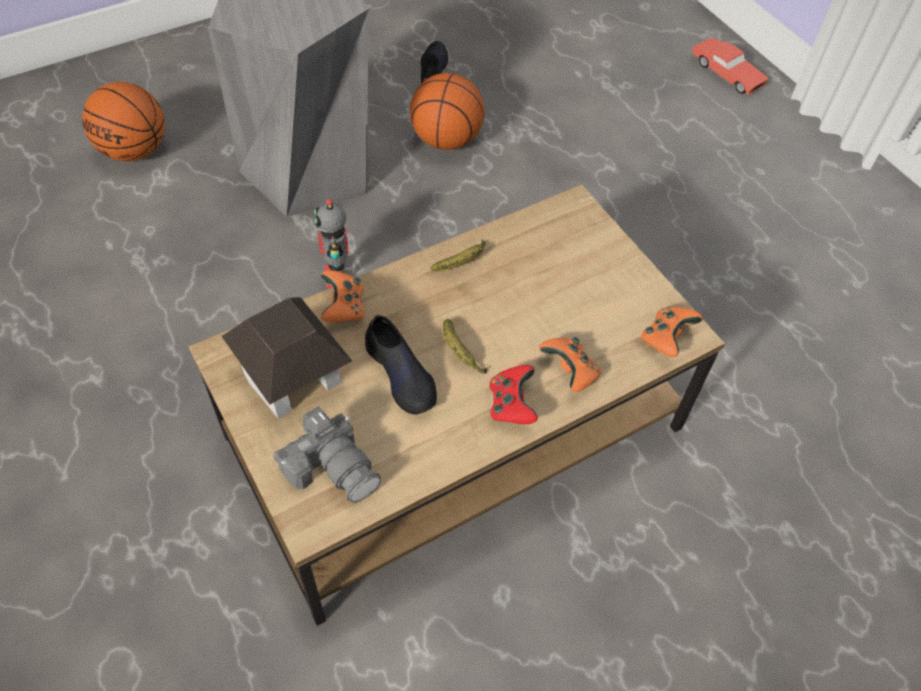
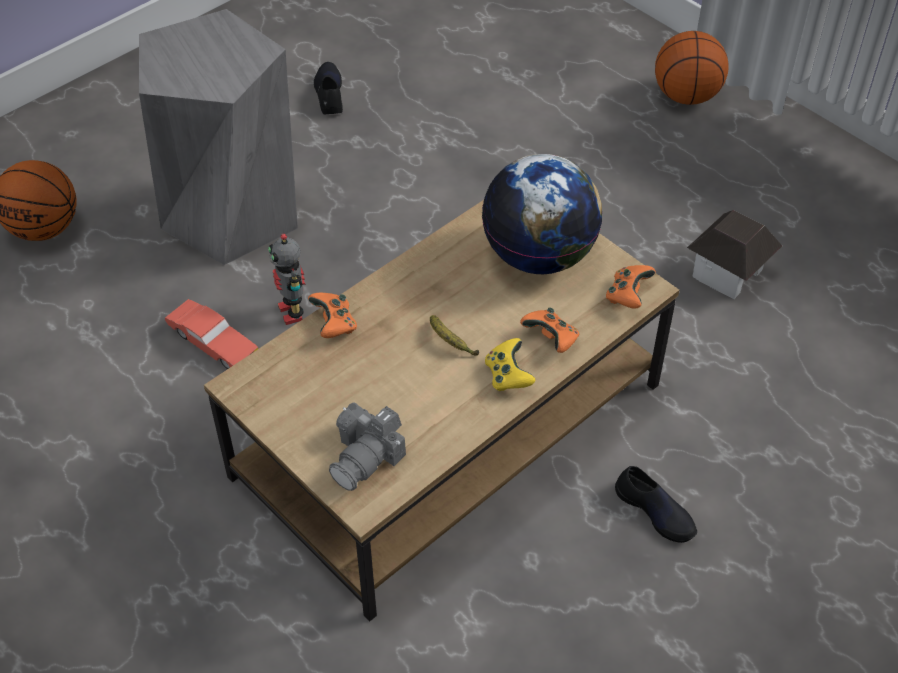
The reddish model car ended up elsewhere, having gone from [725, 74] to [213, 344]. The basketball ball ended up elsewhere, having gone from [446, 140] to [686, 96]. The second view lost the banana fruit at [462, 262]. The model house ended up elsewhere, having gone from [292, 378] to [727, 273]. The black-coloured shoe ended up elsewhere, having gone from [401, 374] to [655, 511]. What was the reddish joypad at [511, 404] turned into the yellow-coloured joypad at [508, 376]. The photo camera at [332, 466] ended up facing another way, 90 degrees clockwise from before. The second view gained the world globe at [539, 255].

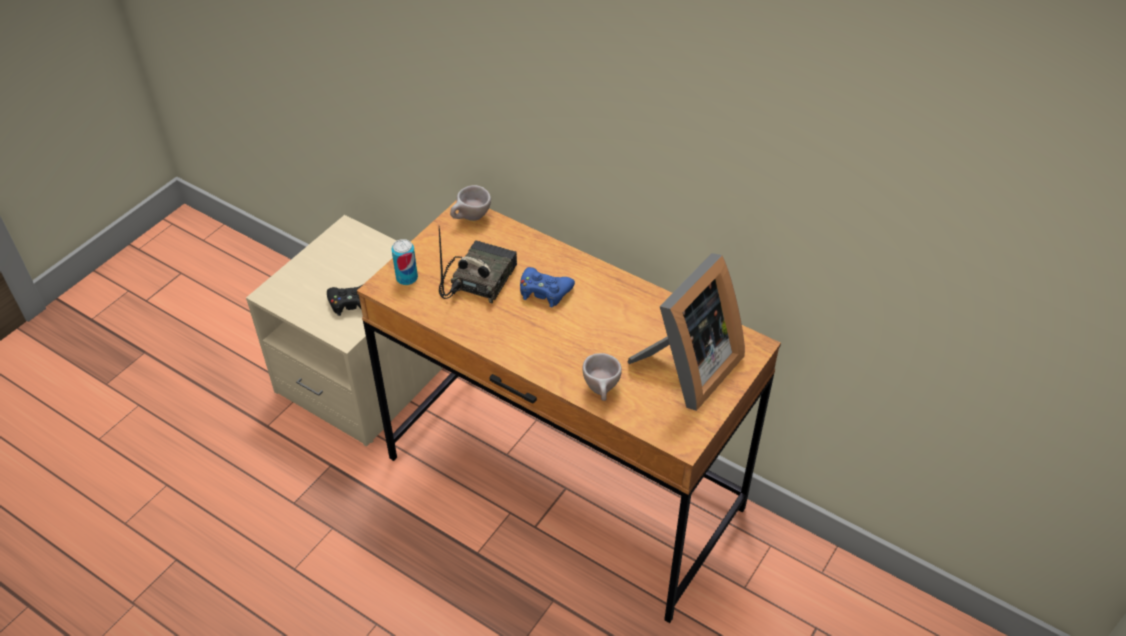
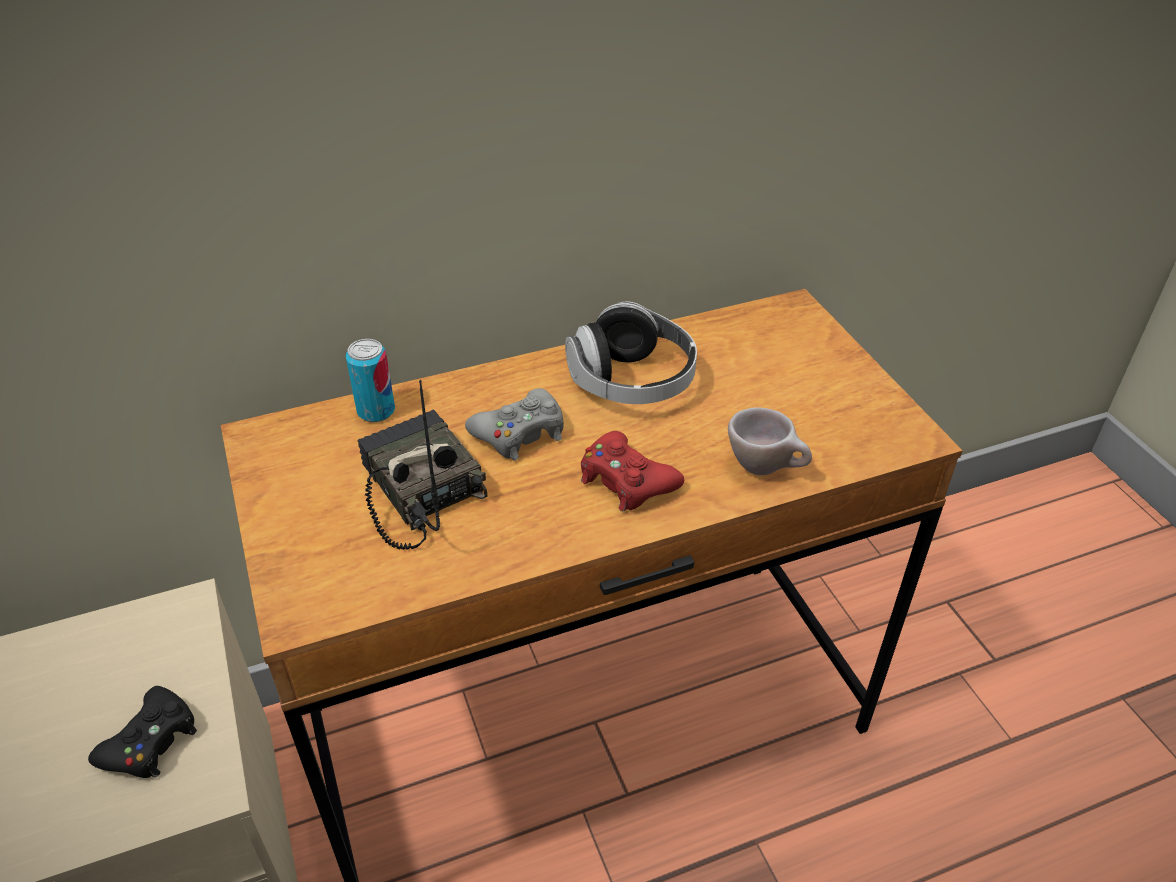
The second view lost the beige drinking cup at [470, 219]. The metal can ended up elsewhere, having gone from [407, 278] to [376, 411]. The second view lost the photo frame at [686, 370]. What was the blue joypad at [544, 291] turned into the greyish joypad at [520, 433]. The second view gained the headset at [632, 381]. The second view gained the reddish joypad at [626, 481].

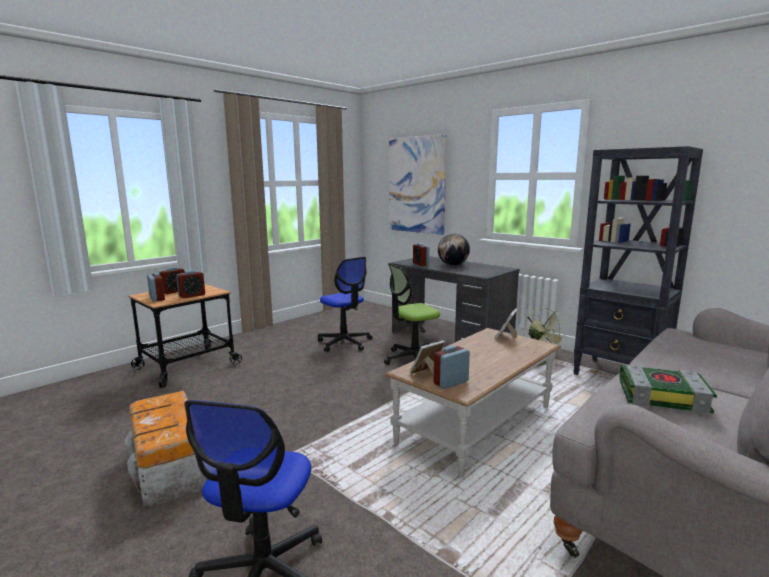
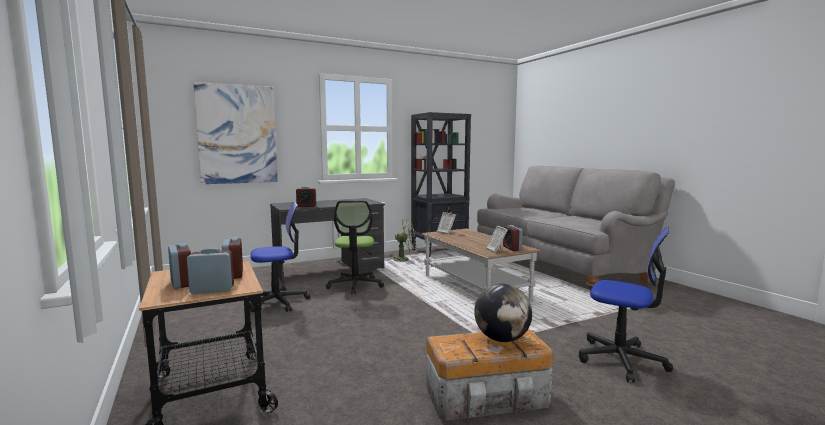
The world globe ended up elsewhere, having gone from [453, 265] to [502, 339]. The second view lost the bound book at [663, 396].

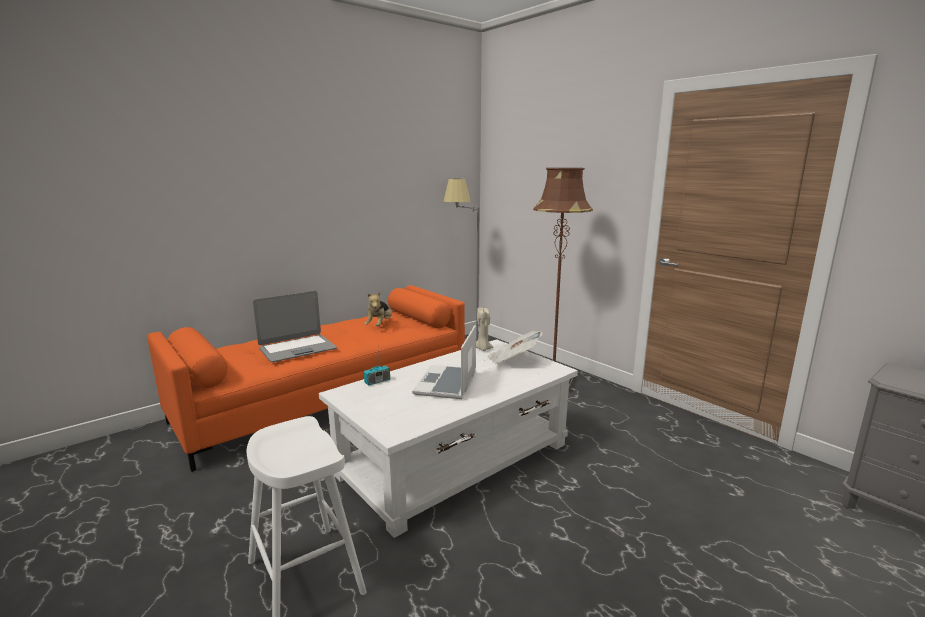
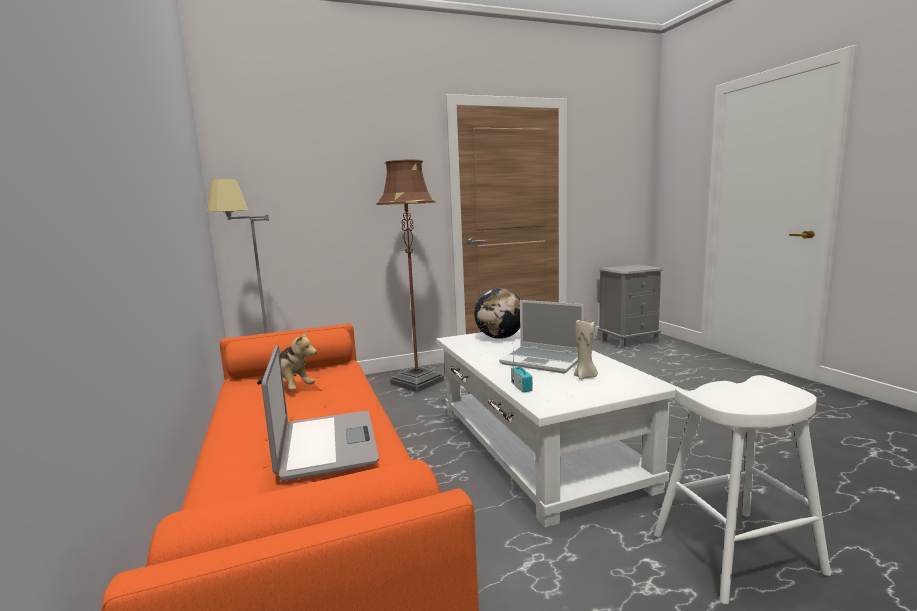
The beige wax candle ended up elsewhere, having gone from [483, 349] to [585, 377]. Where the newspaper stood at [513, 360], the world globe came to stand at [500, 337].

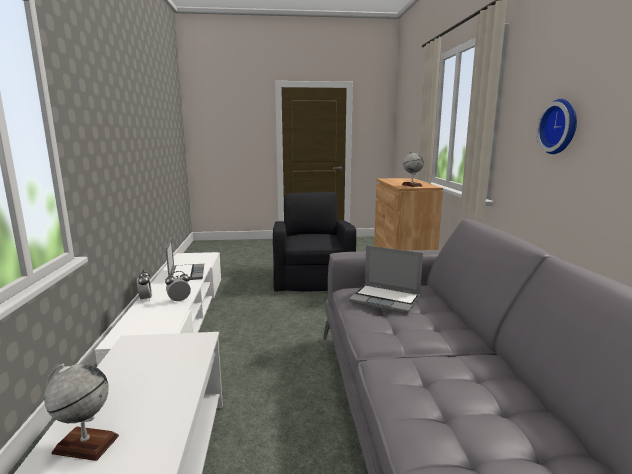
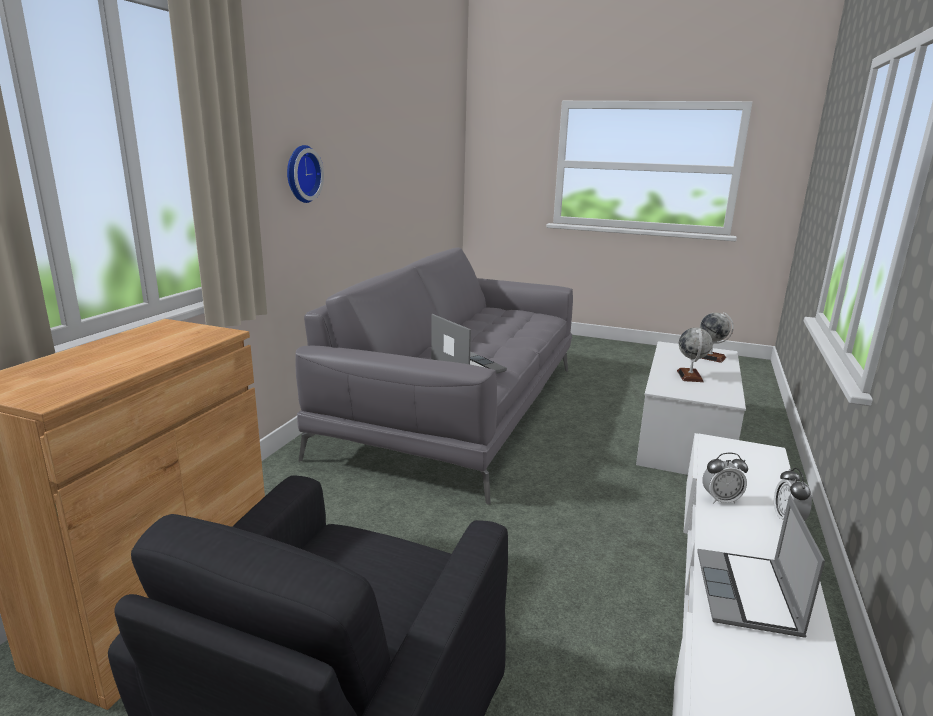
The world globe ended up elsewhere, having gone from [411, 185] to [690, 376].

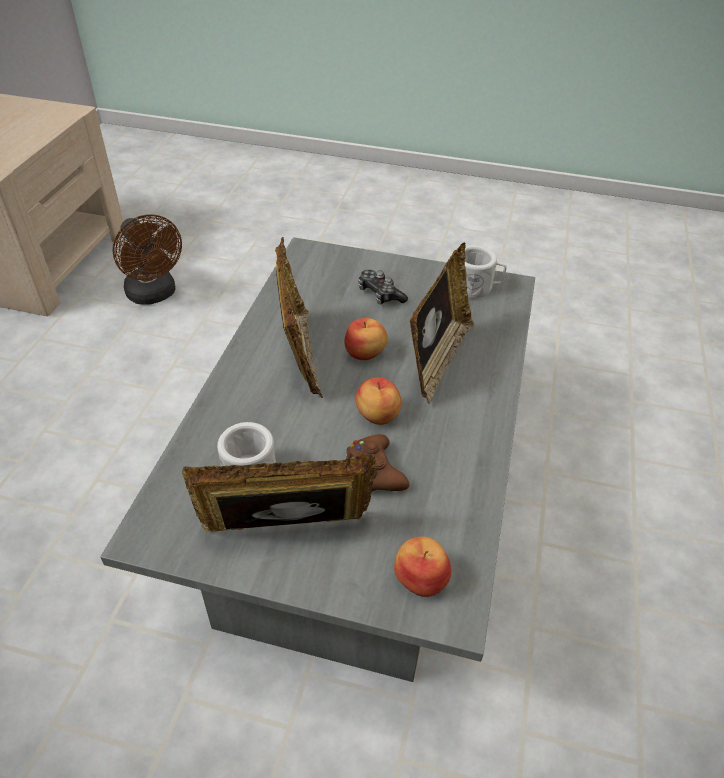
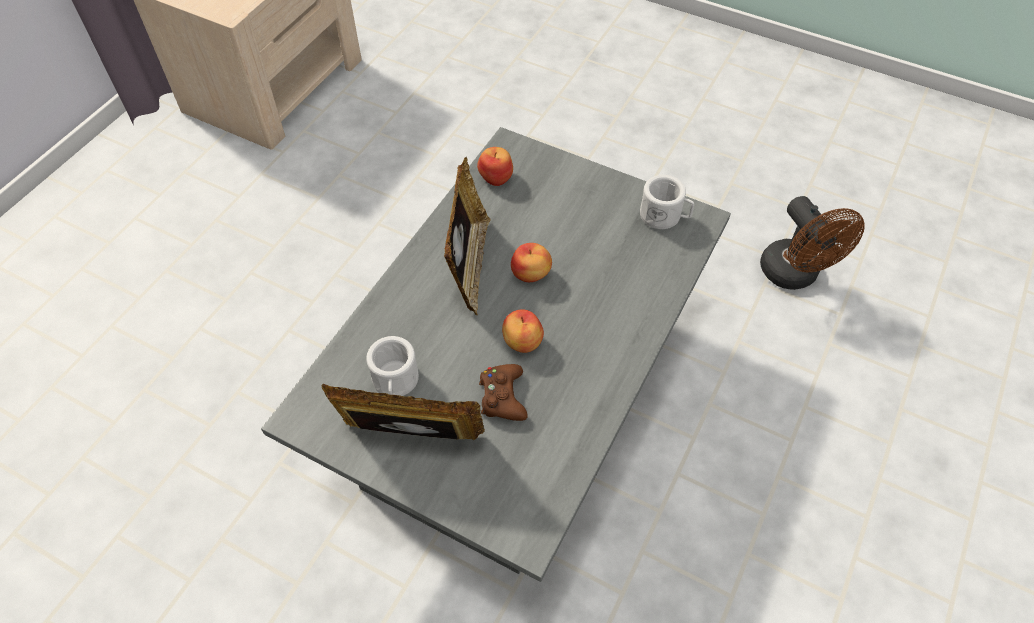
The brownish cooling fan ended up elsewhere, having gone from [154, 295] to [794, 275]. The second view lost the photo frame at [437, 360]. The second view lost the joypad at [380, 294]. The apple fruit ended up elsewhere, having gone from [421, 578] to [496, 177].

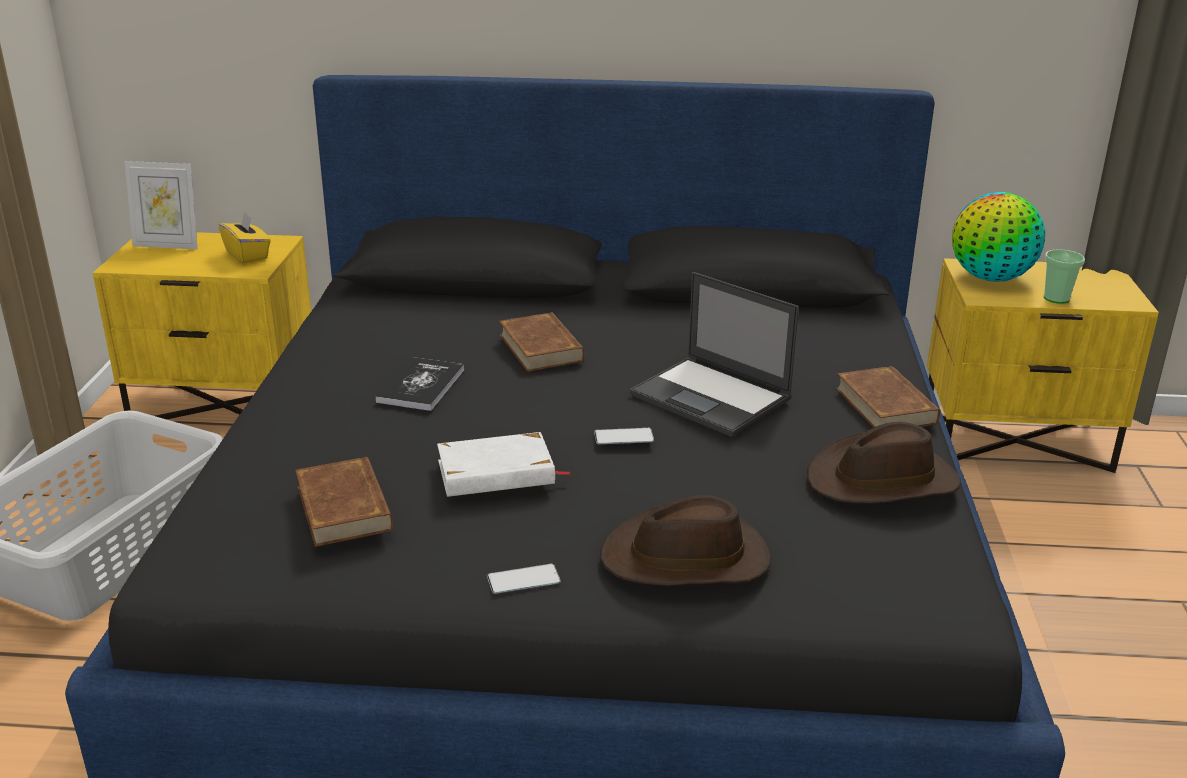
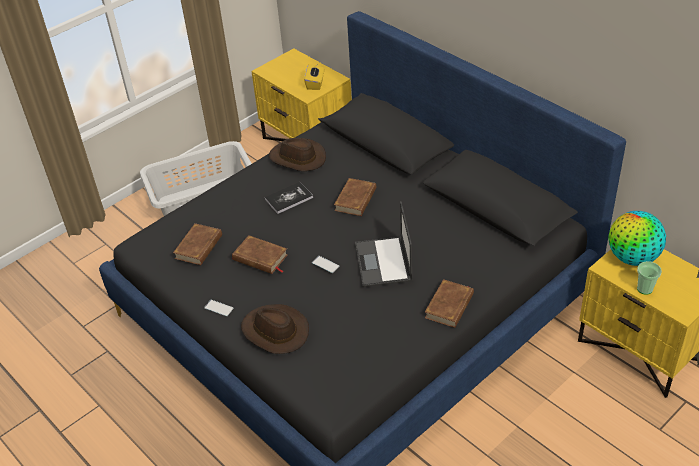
The second view lost the photo frame at [168, 245]. The brownish wearable hat ended up elsewhere, having gone from [883, 481] to [297, 158]. What was the white bound book at [496, 473] turned into the brownish bound book at [260, 258].

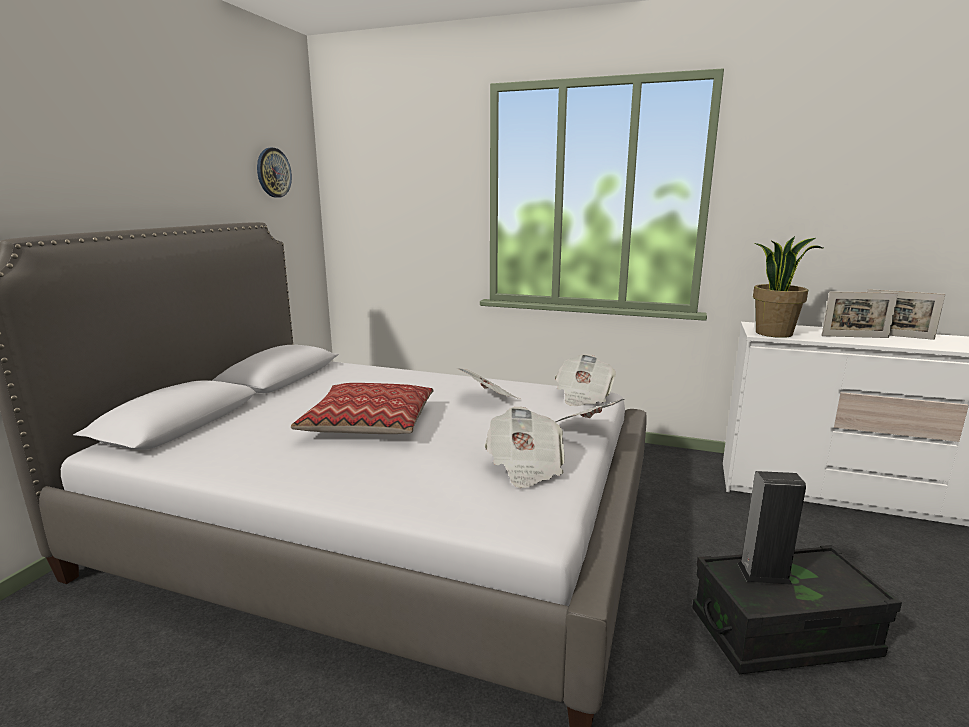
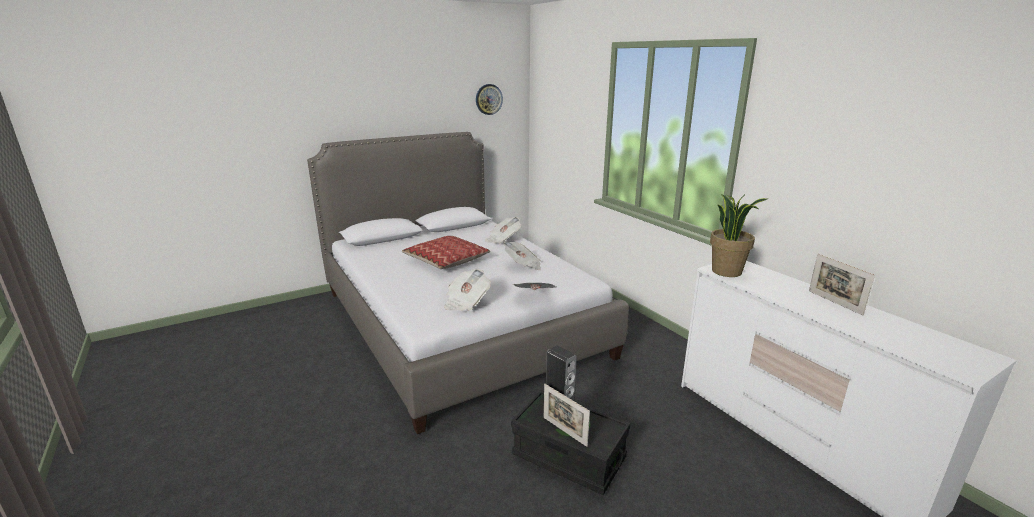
The photo frame ended up elsewhere, having gone from [854, 337] to [564, 431]. The newspaper ended up elsewhere, having gone from [583, 396] to [503, 239].

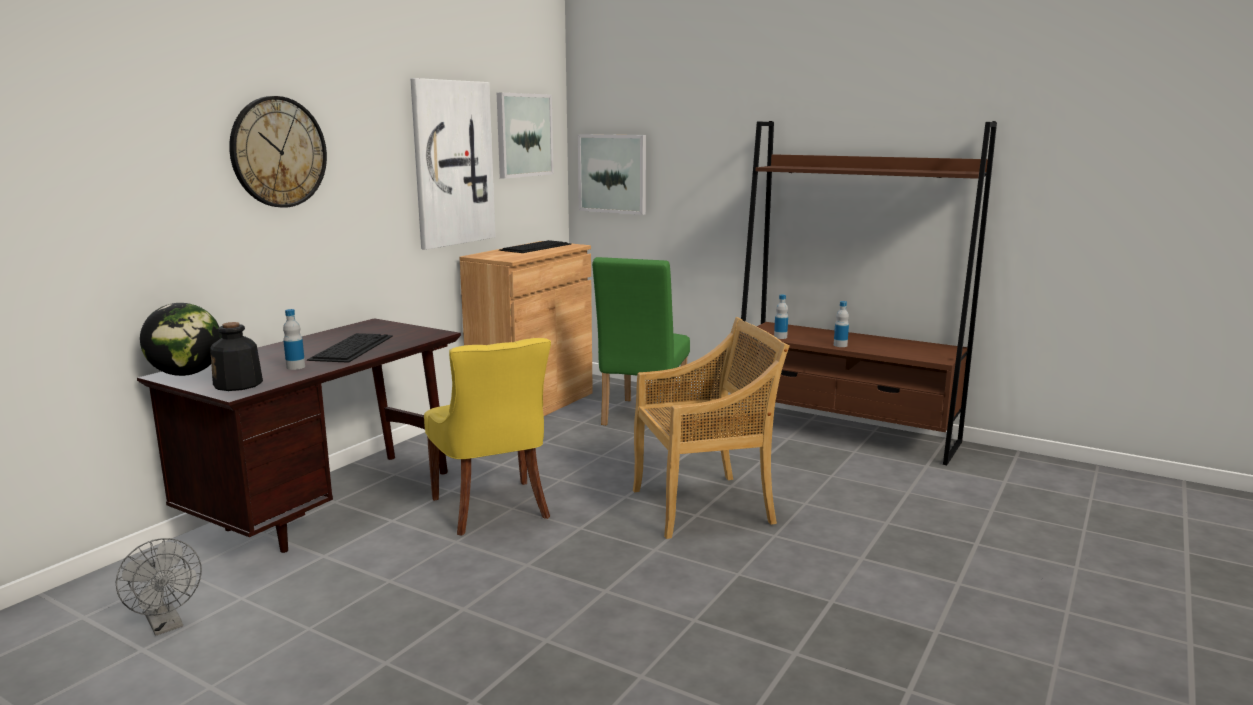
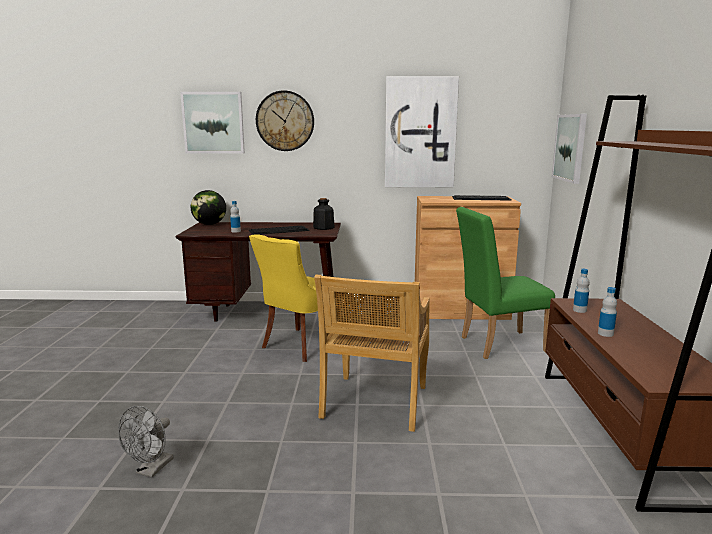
The wall picture ended up elsewhere, having gone from [523, 135] to [213, 123]. The beige plain chair at [704, 506] ended up facing another way, 60 degrees clockwise from before. The beverage bottle ended up elsewhere, having gone from [238, 384] to [323, 227]. The greyish cooling fan ended up elsewhere, having gone from [167, 625] to [151, 470].

